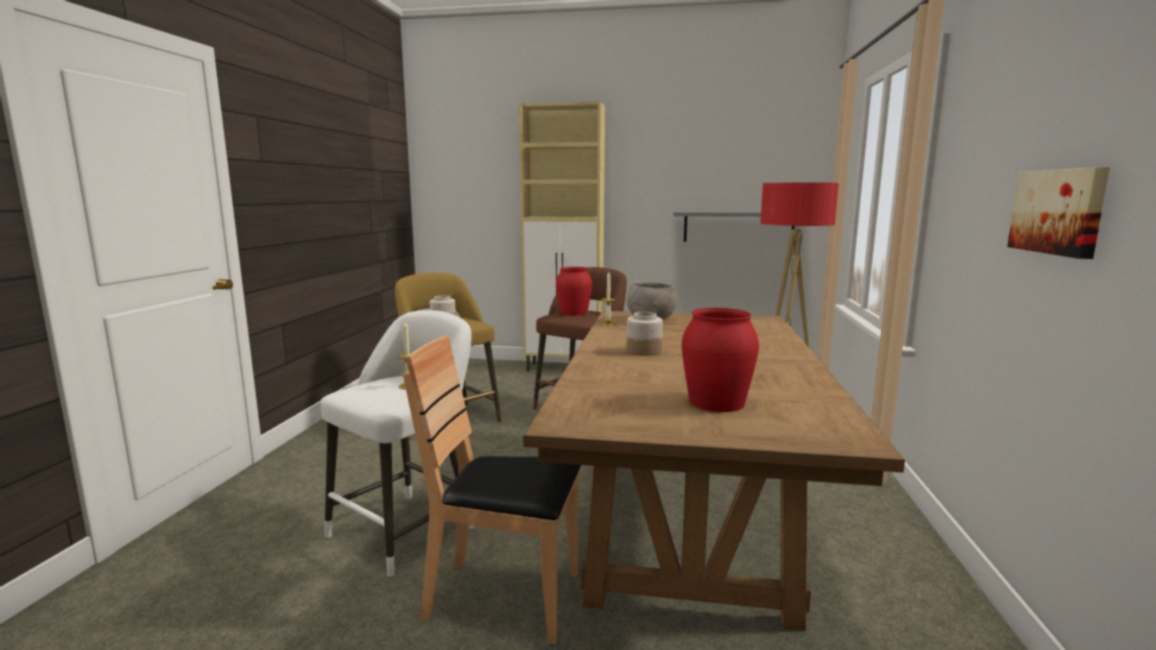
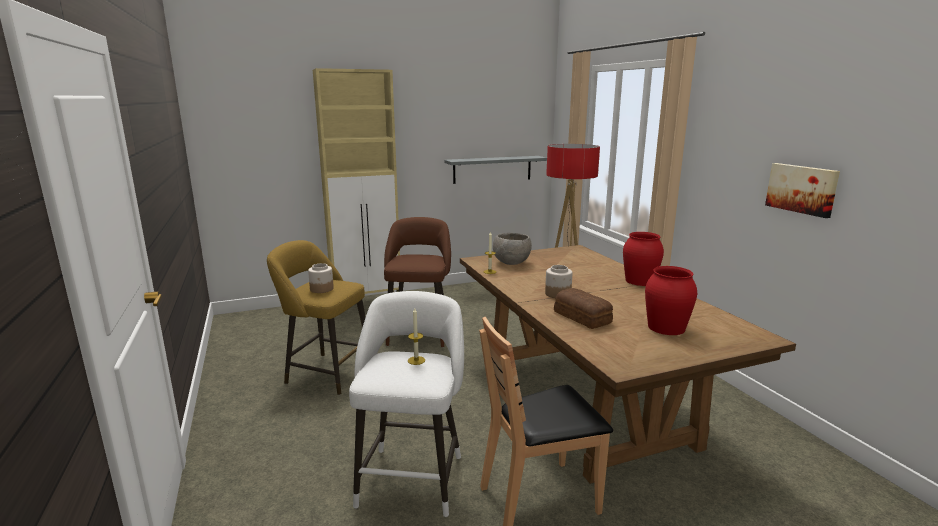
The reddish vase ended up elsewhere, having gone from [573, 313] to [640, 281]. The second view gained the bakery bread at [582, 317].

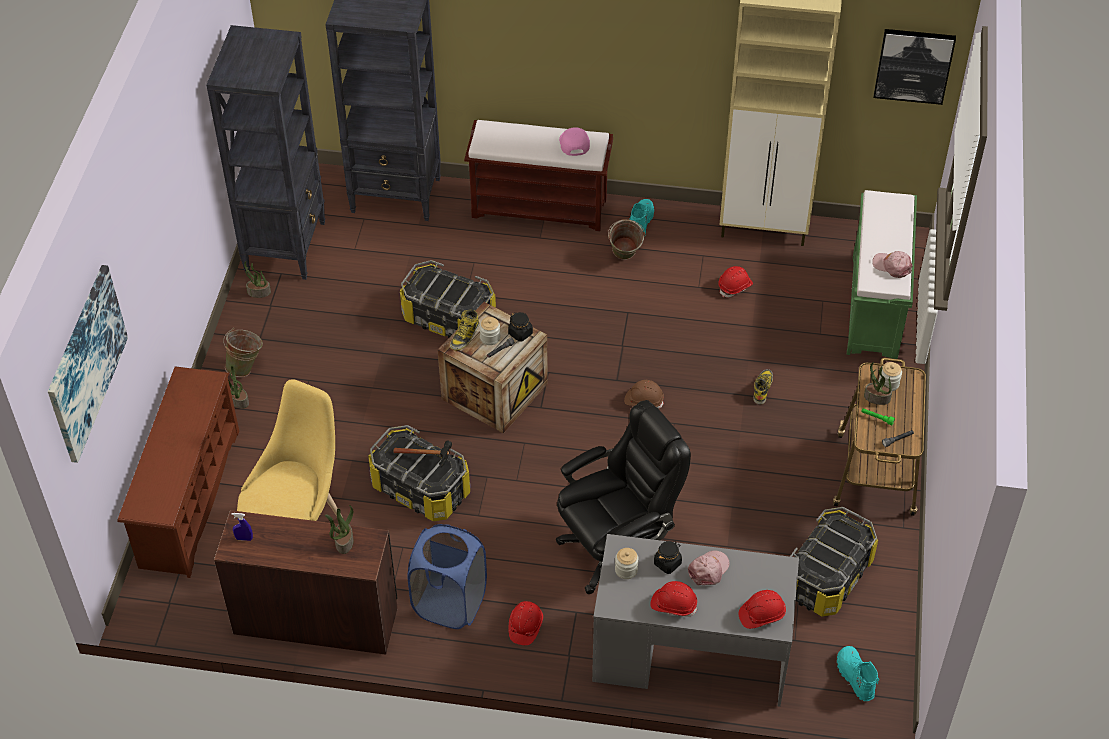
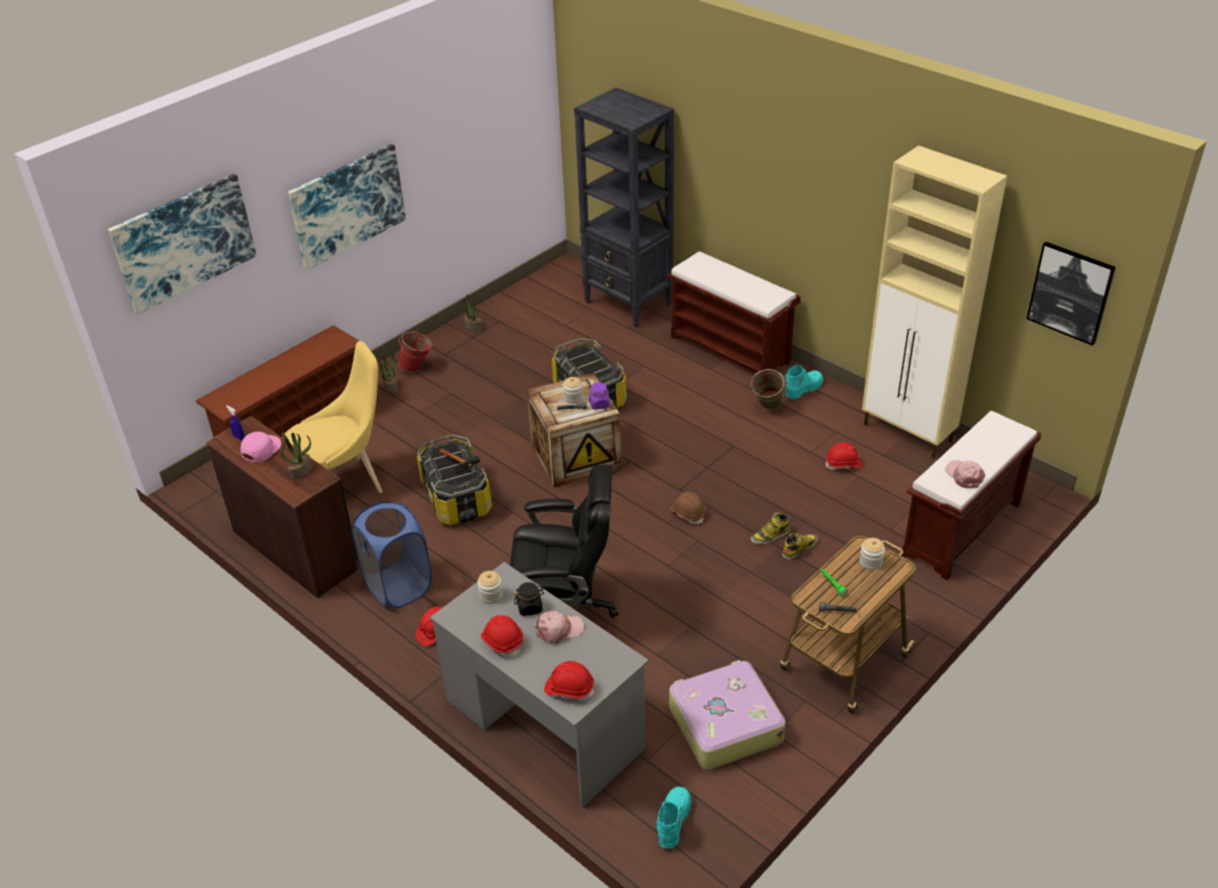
The second view lost the black-coloured shelving unit at [286, 246]. The pink-coloured cap ended up elsewhere, having gone from [573, 143] to [260, 449]. What was the green long seat at [875, 307] turned into the brownish long seat at [961, 530]. The high-top boot ended up elsewhere, having gone from [465, 336] to [770, 536]. What was the black-coloured storage jar at [520, 333] turned into the purplish storage jar at [599, 404]. What was the green pail at [246, 367] turned into the reddish pail at [417, 368]. The second view lost the houseplant at [876, 398]. Where the storage container stood at [827, 577], the suitcase came to stand at [724, 723]. The second view gained the wall picture at [347, 205].

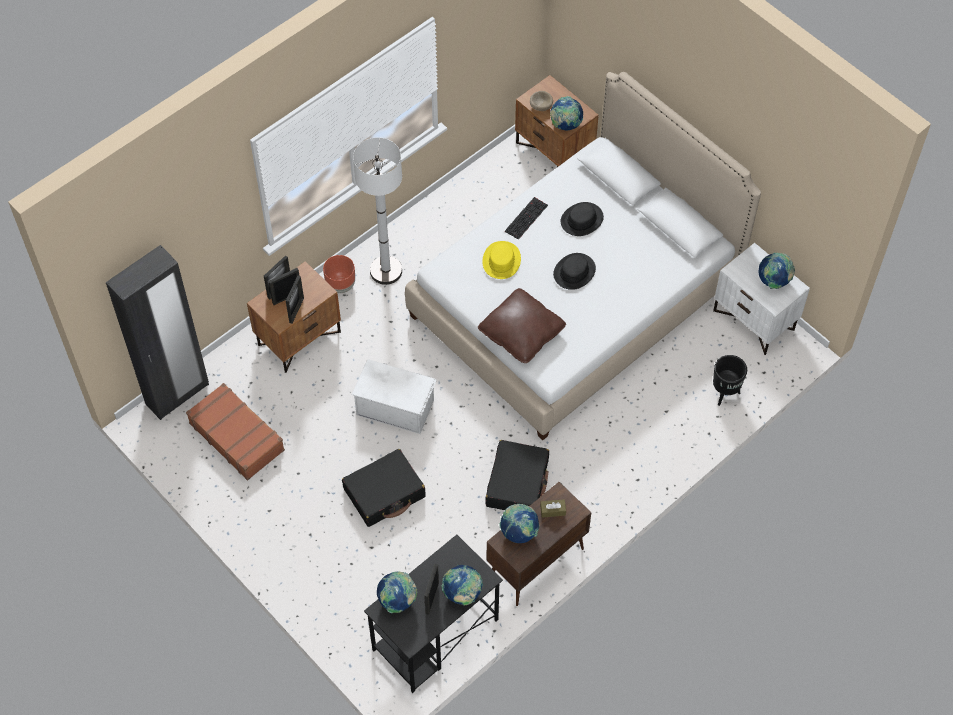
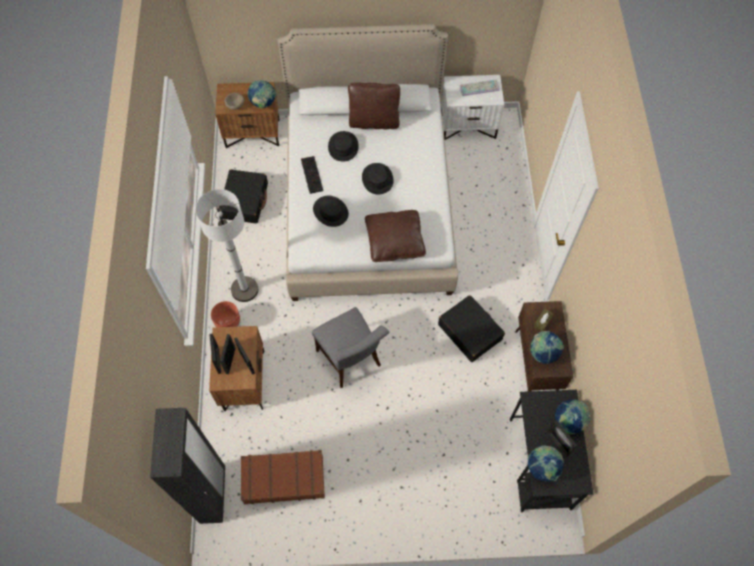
What was the yellow-coloured wearable hat at [501, 261] turned into the black-coloured wearable hat at [330, 211]. Where the world globe stood at [773, 281], the keyboard came to stand at [479, 87]. The second view lost the black-coloured planter at [724, 393]. Where the white storage container stood at [395, 406], the greyish plain chair came to stand at [351, 360]. The black-coloured suitcase ended up elsewhere, having gone from [384, 493] to [245, 201]. The second view gained the brownish pillow at [374, 121].

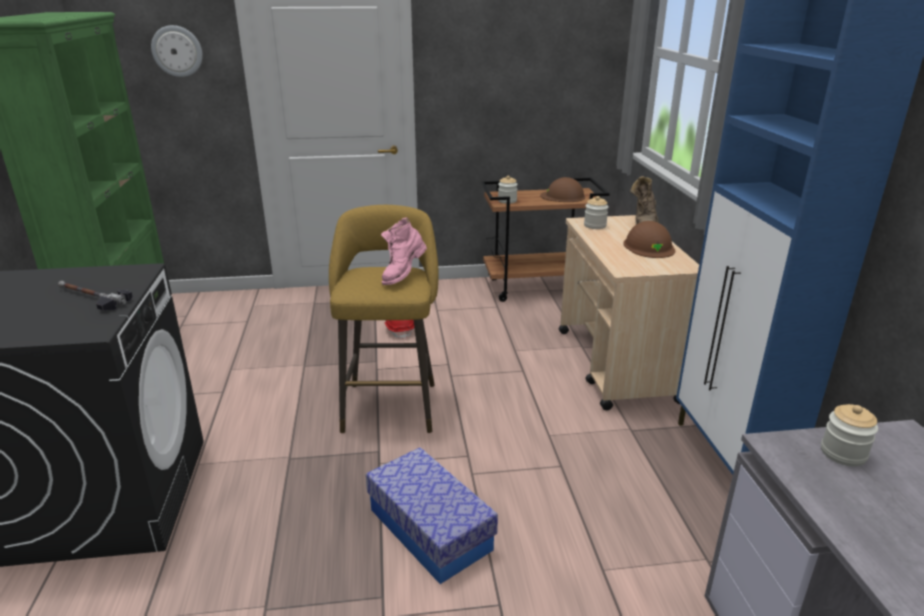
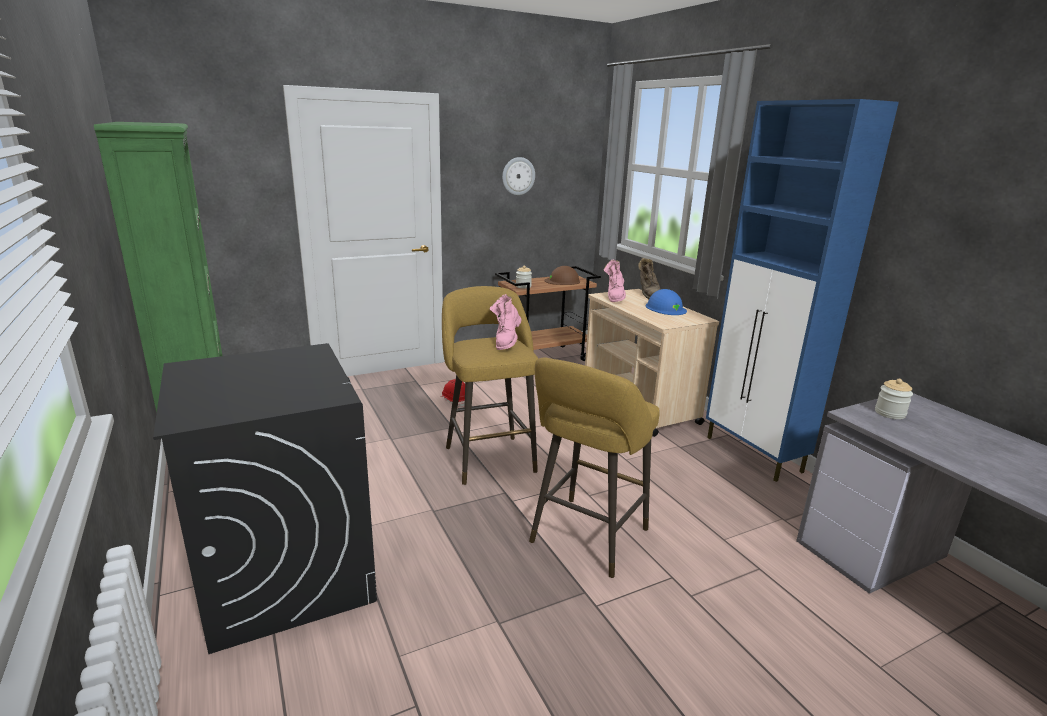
The wall clock ended up elsewhere, having gone from [177, 51] to [518, 176]. Where the storage jar stood at [595, 225], the pink-coloured high-top boot came to stand at [614, 297]. What was the brownish safety helmet at [649, 246] turned into the blue safety helmet at [665, 308]. The second view lost the hammer at [91, 298]. Where the storage container stood at [429, 529], the yellow-coloured sitting stool came to stand at [586, 539].

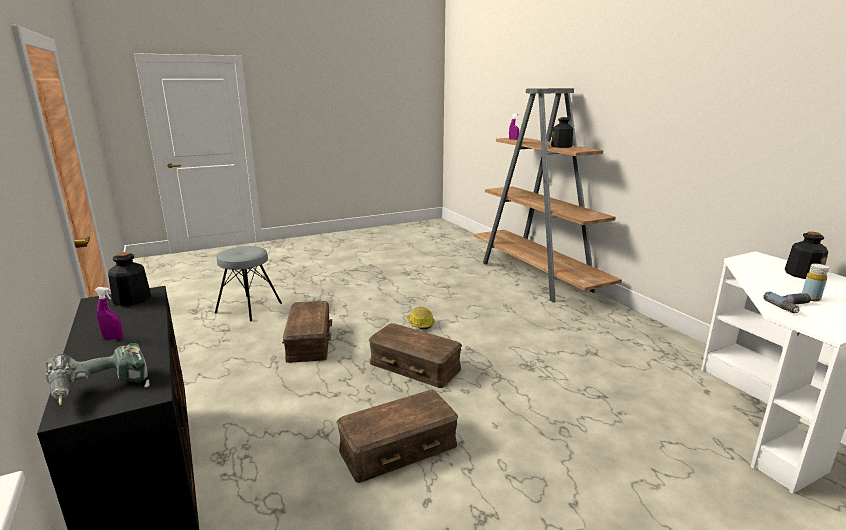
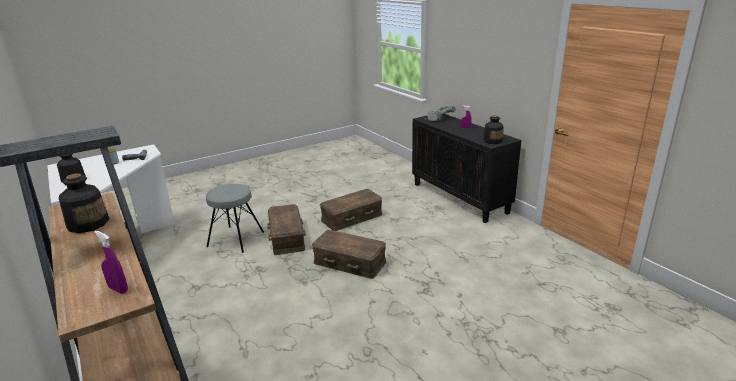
The greyish sitting stool ended up elsewhere, having gone from [249, 308] to [236, 239]. The brownish storage container ended up elsewhere, having gone from [308, 341] to [287, 237]. The second view lost the safety helmet at [420, 323].

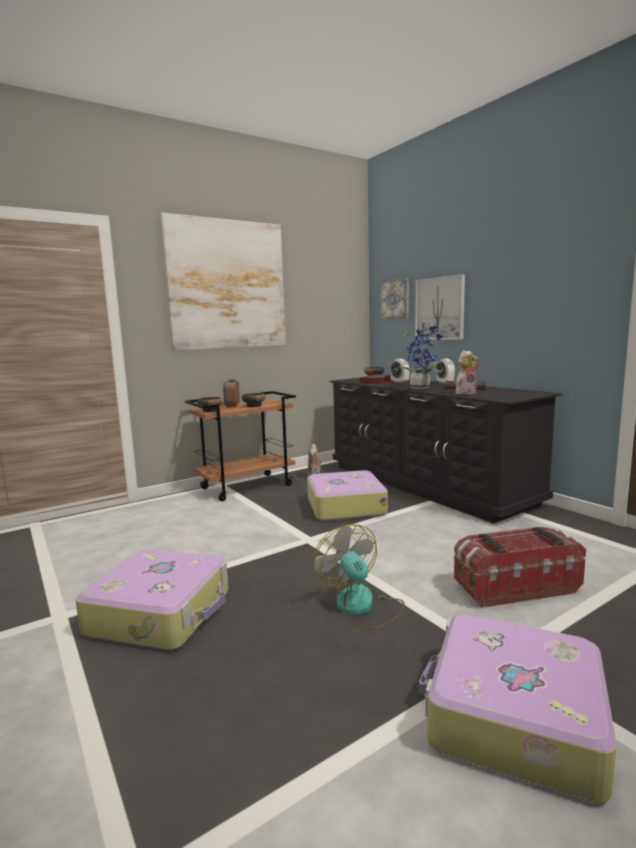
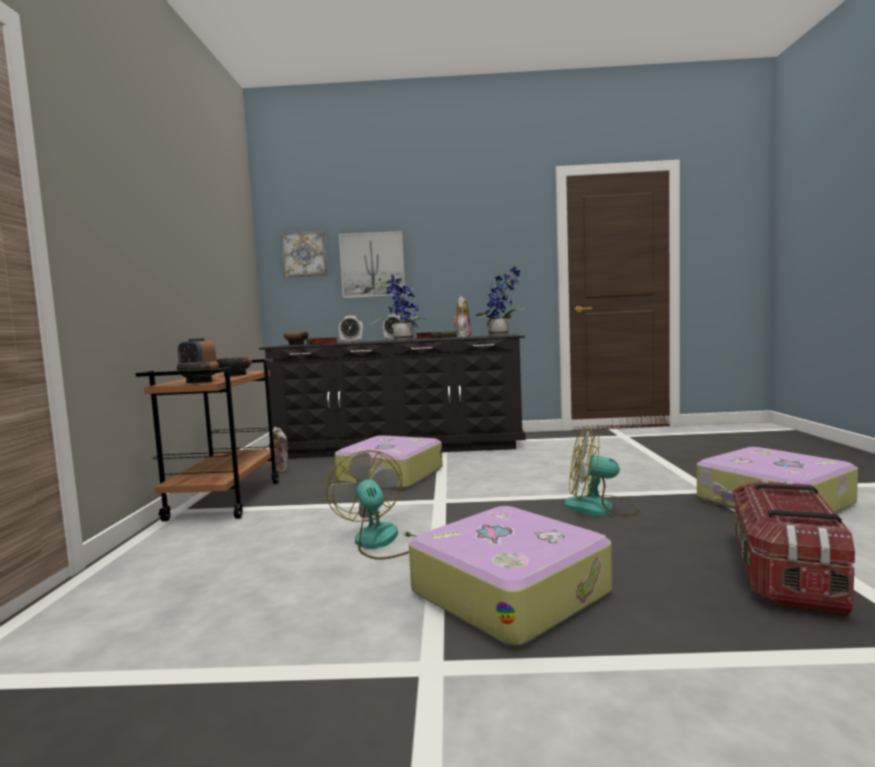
The second view lost the wall picture at [227, 285]. The storage container ended up elsewhere, having gone from [514, 587] to [785, 575]. The second view gained the houseplant at [501, 335]. The second view gained the cooling fan at [381, 542].

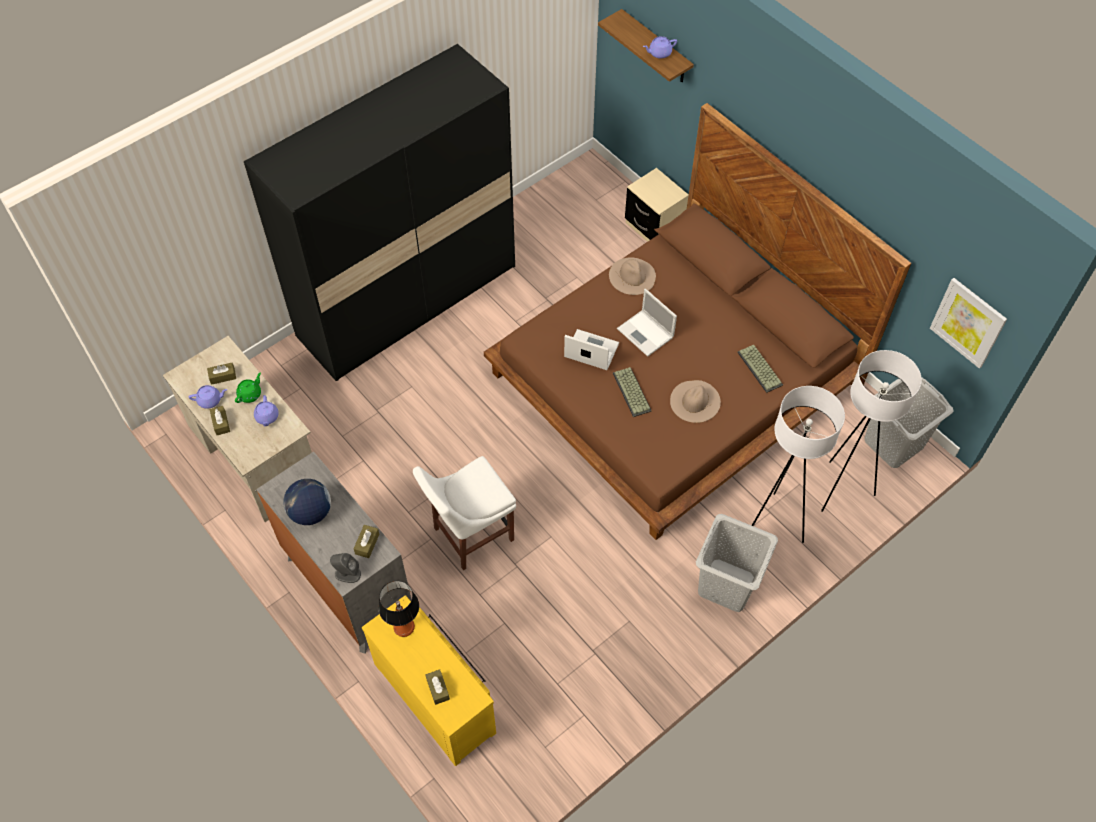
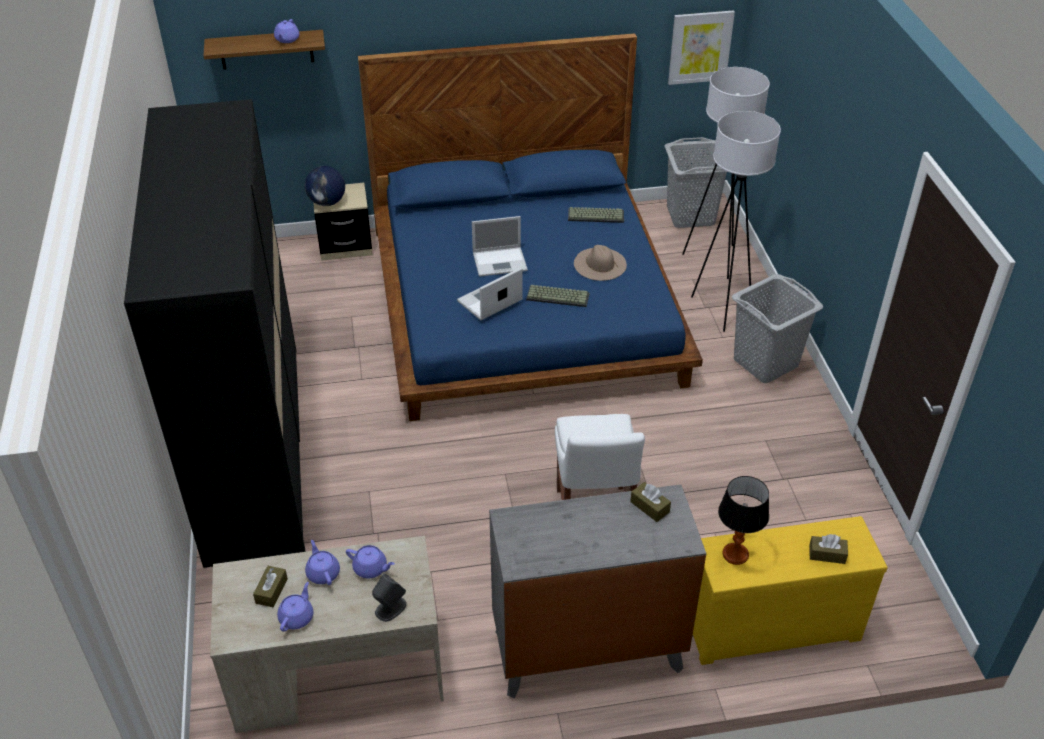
What was the brownish bedroom bed at [673, 378] turned into the blue bedroom bed at [524, 304]. The second view lost the beige wearable hat at [632, 276]. What was the green teapot at [250, 394] turned into the purplish teapot at [323, 573]. The second view lost the brownish tissue box at [221, 423]. The world globe ended up elsewhere, having gone from [311, 513] to [327, 202]. The greyish speaker ended up elsewhere, having gone from [347, 574] to [390, 608].

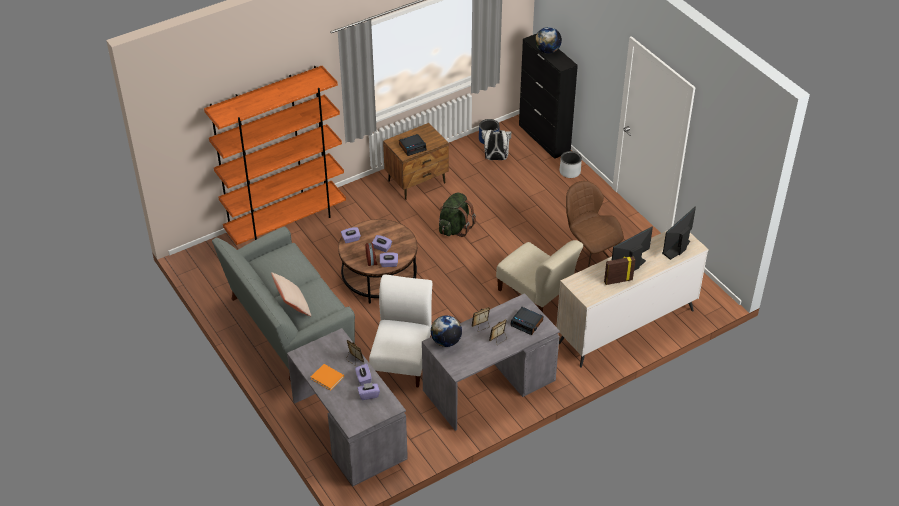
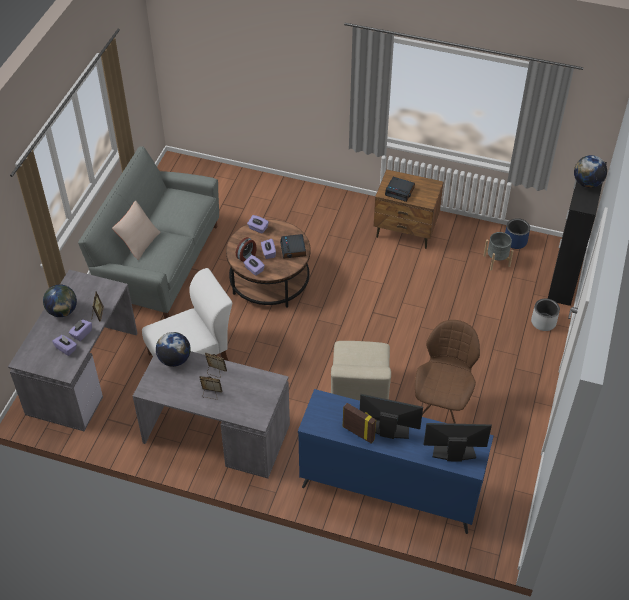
The second view lost the orange shelving unit at [286, 222]. Where the white knapsack stood at [495, 158], the greyish planter came to stand at [496, 261]. The second view lost the green knapsack at [455, 228]. What was the beige dresser at [625, 326] turned into the blue dresser at [388, 490]. The alarm clock ended up elsewhere, having gone from [527, 323] to [293, 249]. Where the orange bound book stood at [328, 378], the world globe came to stand at [62, 311].

